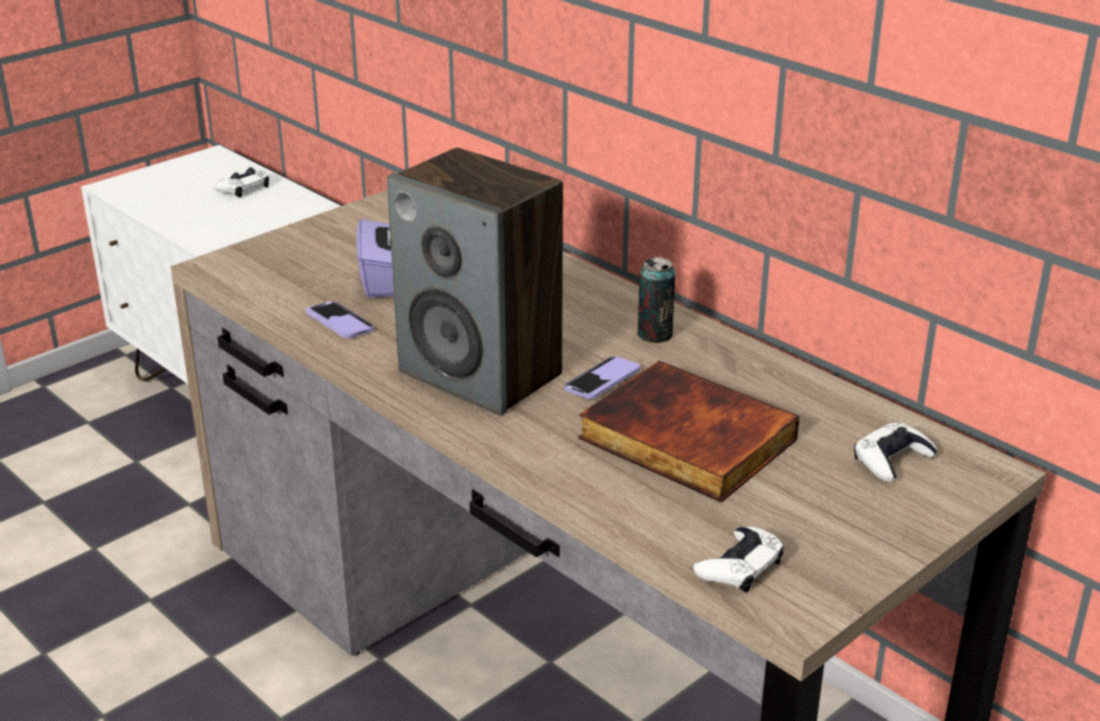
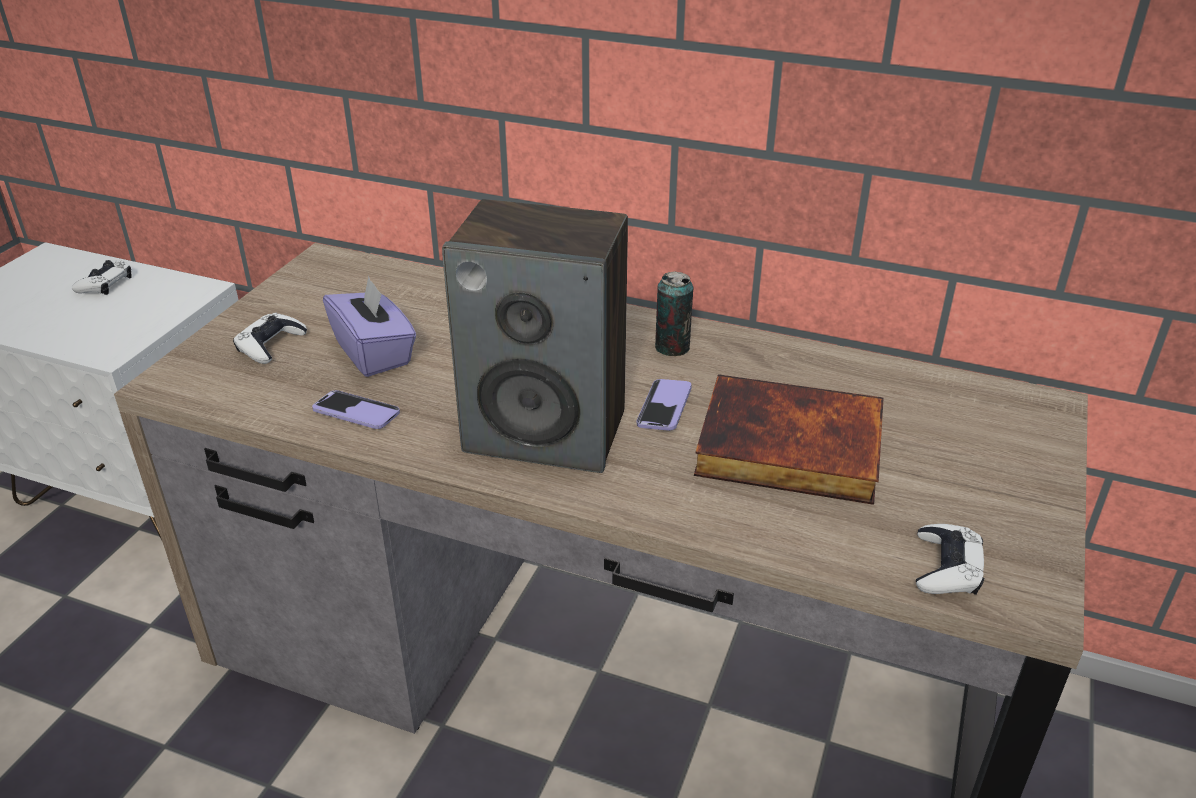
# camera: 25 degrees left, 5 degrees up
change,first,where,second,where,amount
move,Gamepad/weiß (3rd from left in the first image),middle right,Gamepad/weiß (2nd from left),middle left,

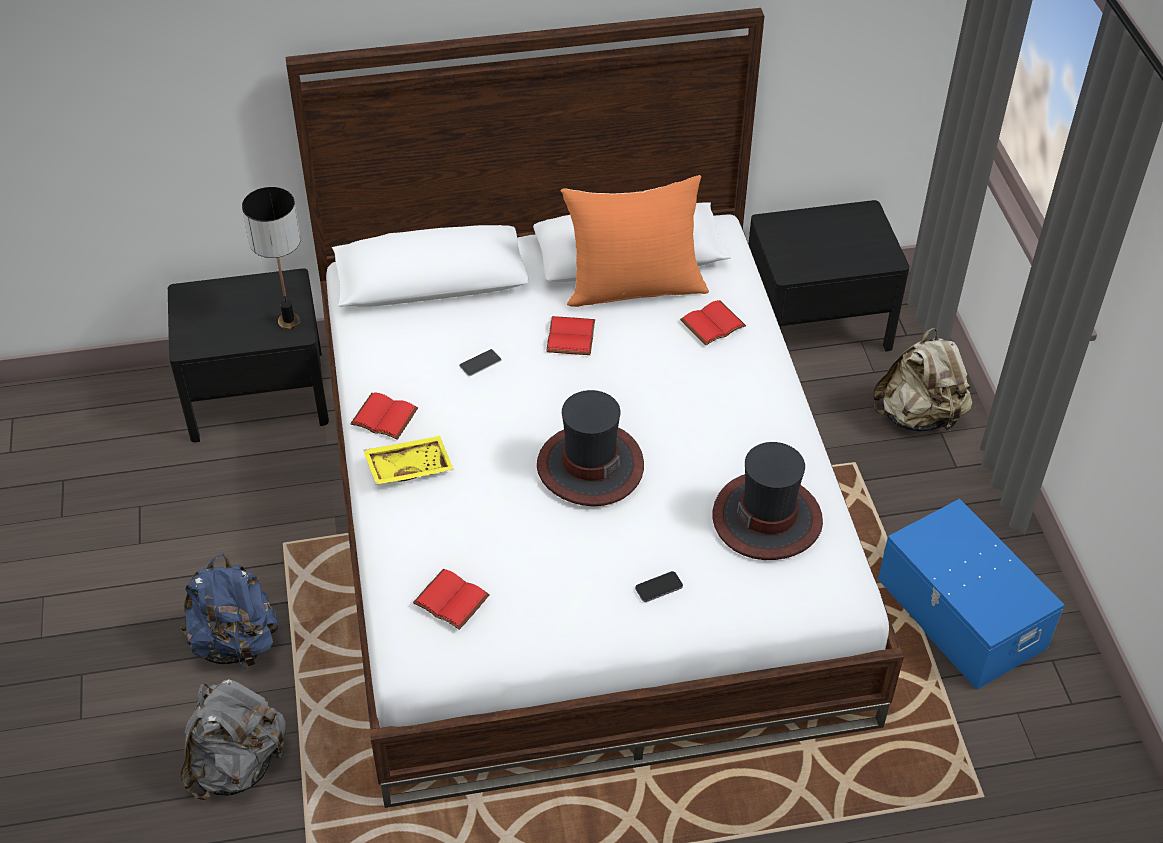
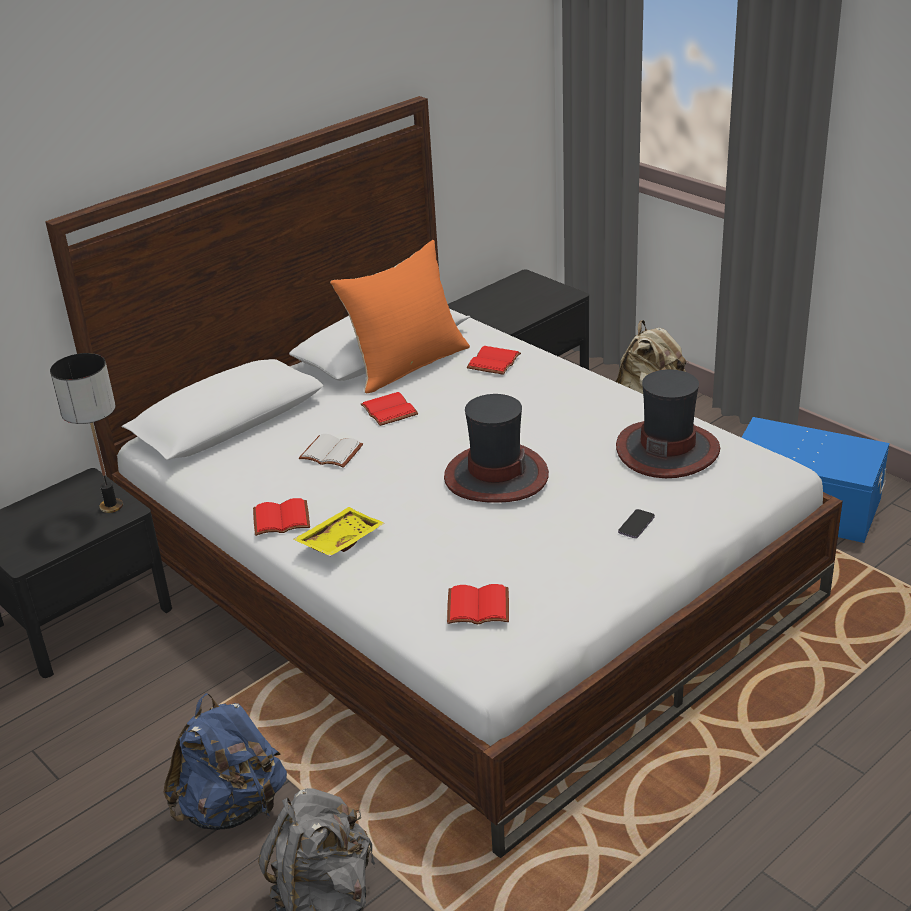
# camera: 30 degrees left, 15 degrees down
change,first,where,second,where,amount
replace,Handy (1st from left),centre,Buch/weiß,centre,

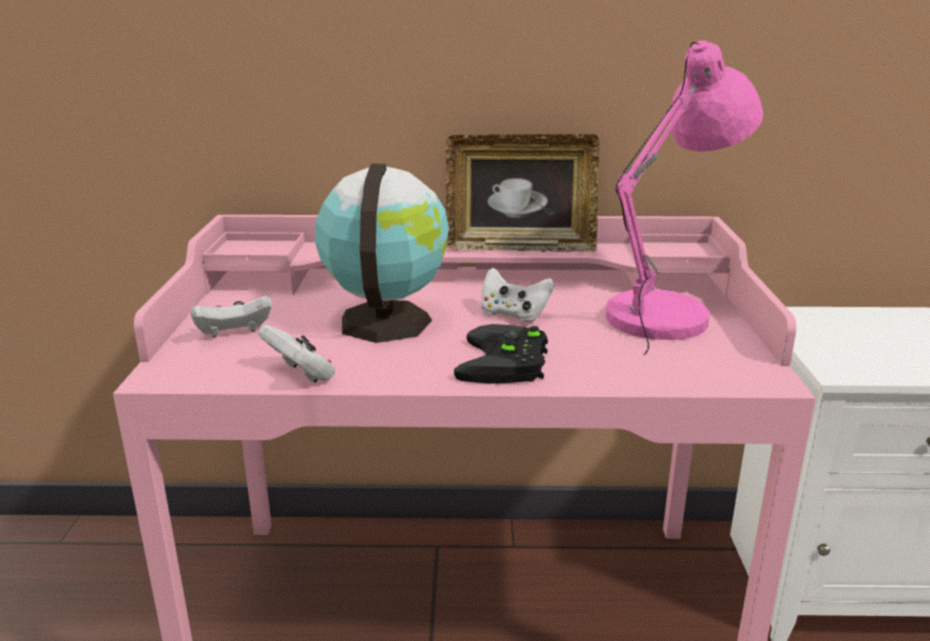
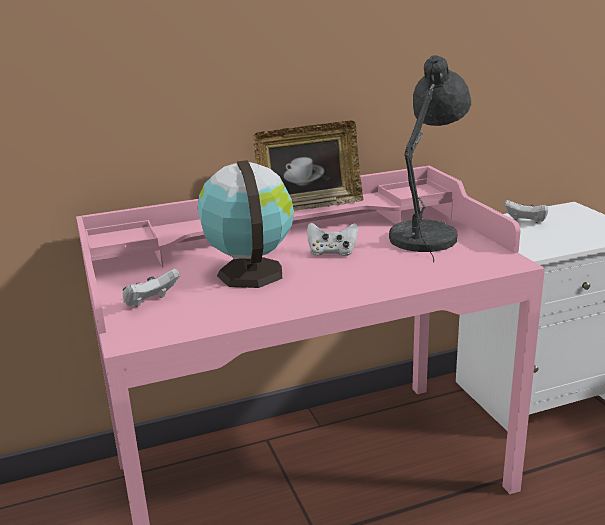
# camera: 20 degrees left, 0 degrees up
change,first,where,second,where,amount
recolor,Tischlampe/rosa,top right,Tischlampe/grau,top right,
delete,Gamepad/schwarz,centre,,,
move,Gamepad/weiß (2nd from left in the first image),middle left,Gamepad/weiß (3rd from left),middle right,

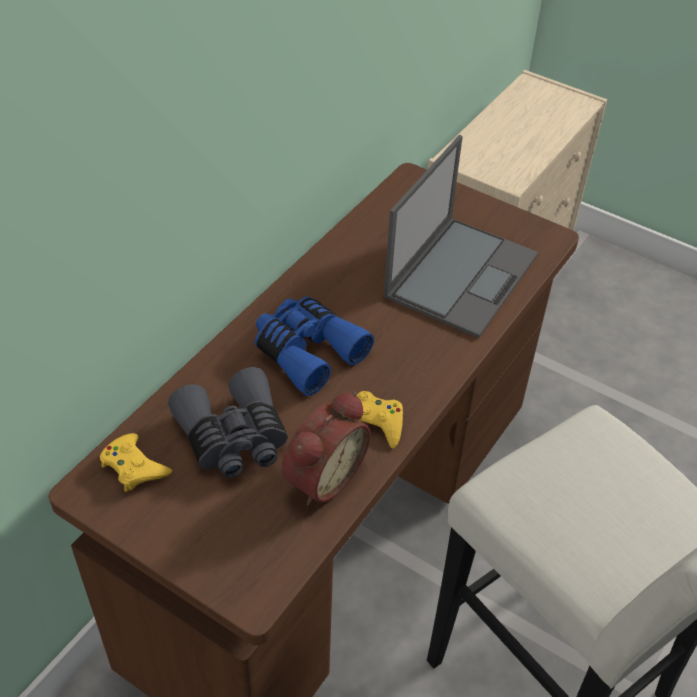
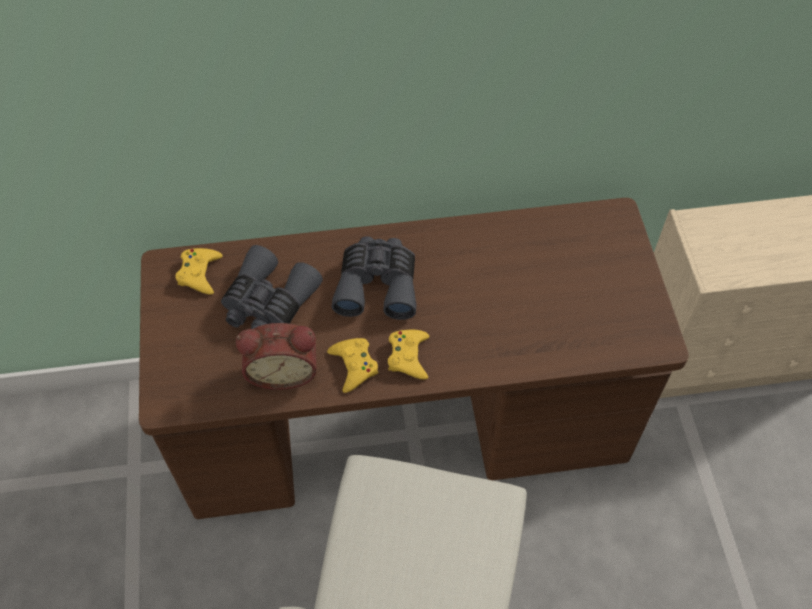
# camera: 50 degrees right, 10 degrees up
change,first,where,second,where,amount
delete,Laptop,centre,,,
recolor,Fernglas/blau,centre,Fernglas/grau (2nd from left),centre,
insert,,,Gamepad/gelb (3rd from left),centre,

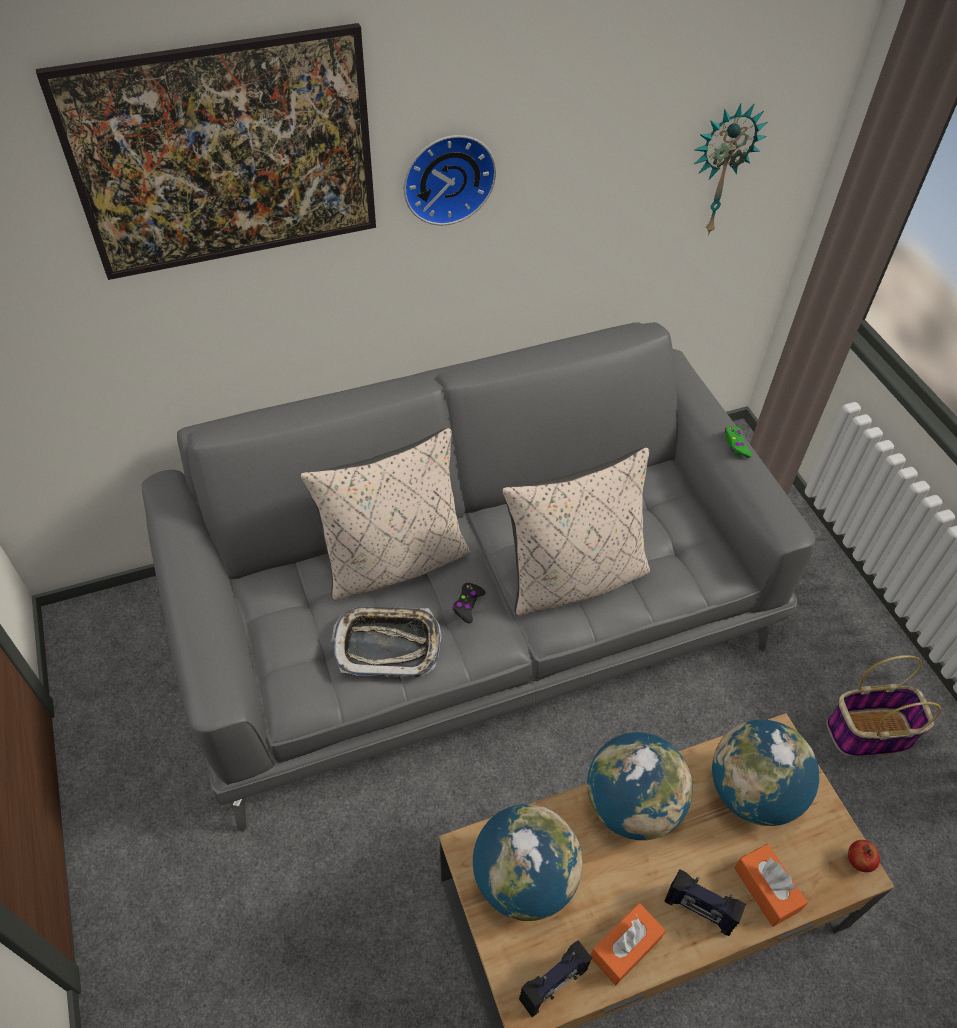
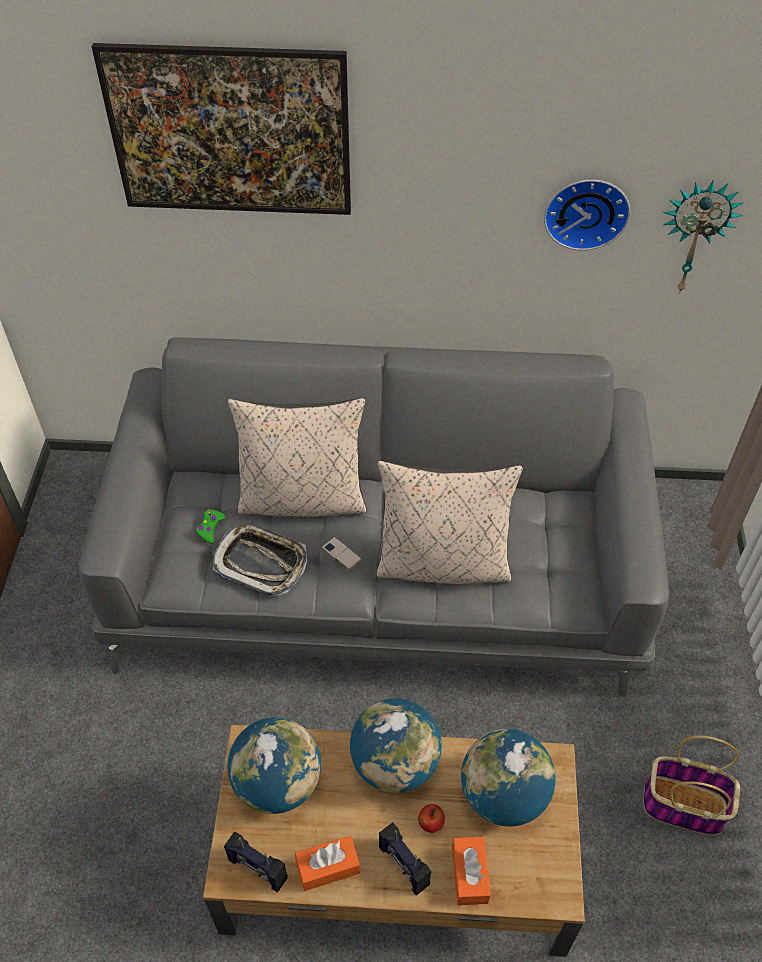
# camera: 25 degrees right, 0 degrees up
change,first,where,second,where,amount
move,Wanduhr (1st from left),top centre,,top right,
move,Gamepad/grün,middle right,,middle left,
replace,Gamepad/schwarz,centre,Handy,centre,
move,Apfel,bottom right,,bottom centre,
rotate,Radio (1st from left),bottom centre,,bottom centre,45 degrees clockwise

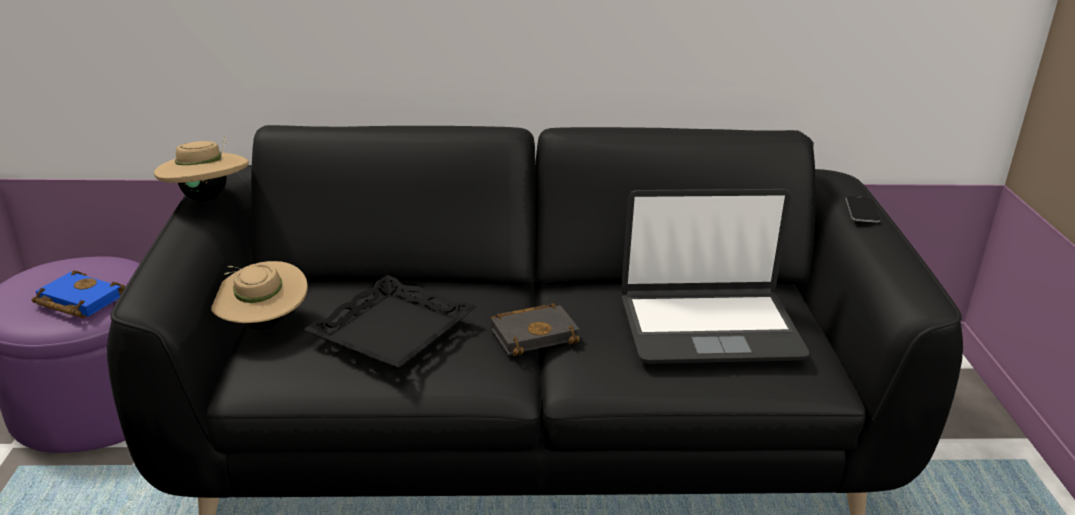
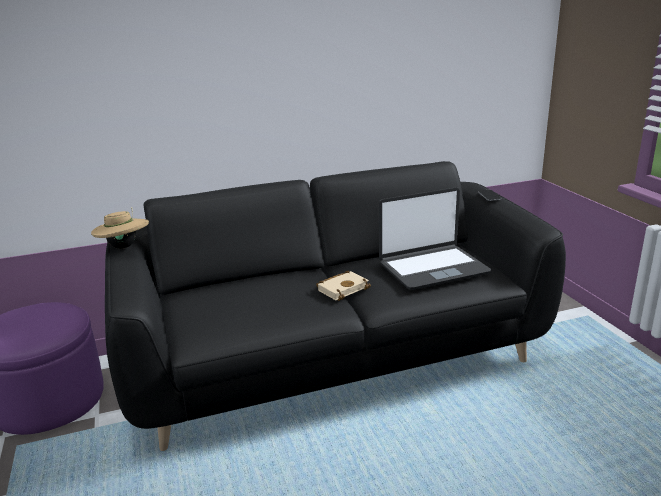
# camera: 15 degrees left, 5 degrees down
change,first,where,second,where,amount
delete,Hut/beige (2nd from left),middle left,,,
delete,Buch/blau,middle left,,,
delete,Tablett/schwarz,centre,,,
recolor,Buch/schwarz,centre,Buch/beige,centre,

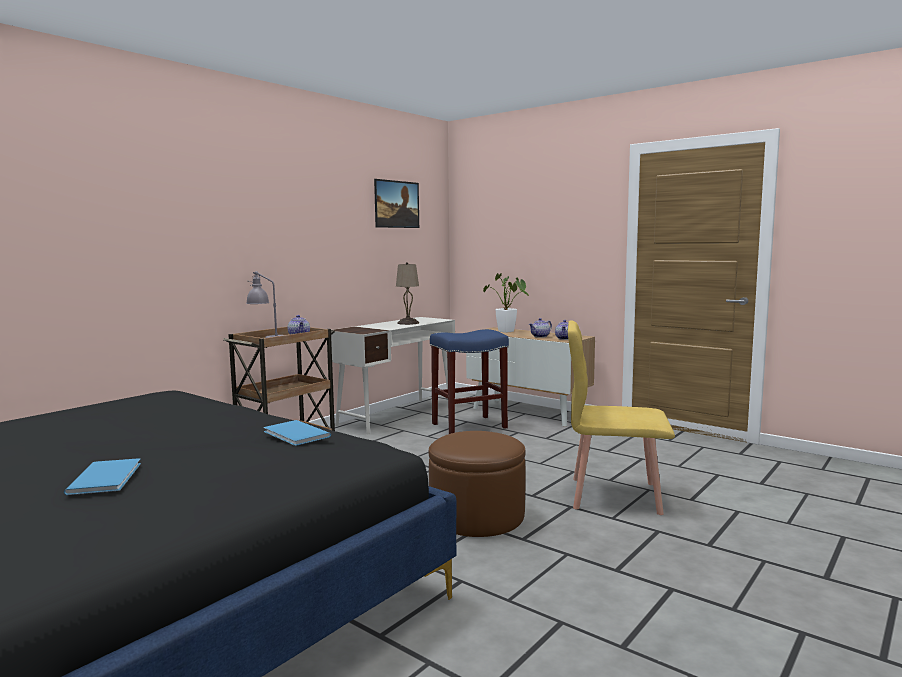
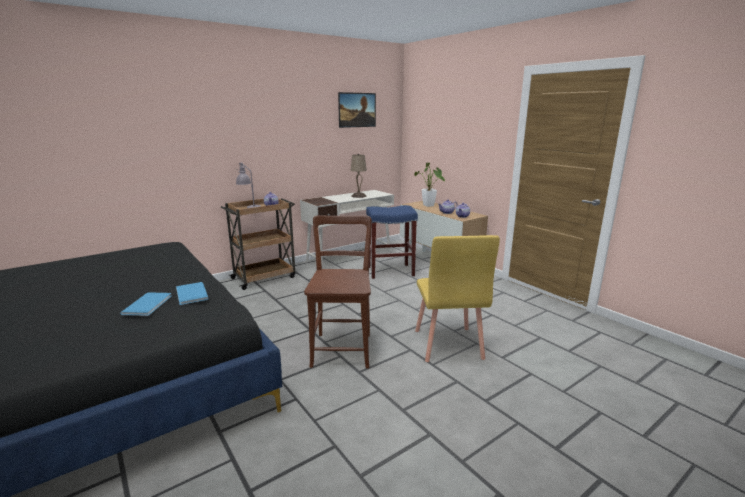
# camera: 15 degrees right, 10 degrees up
change,first,where,second,where,amount
rotate,Stuhl/gelb,middle right,,centre,120 degrees counterclockwise
replace,Polsterhocker/braun,bottom centre,Stuhl/braun,centre,
move,Buch/blau (1st from left),bottom left,,middle left,

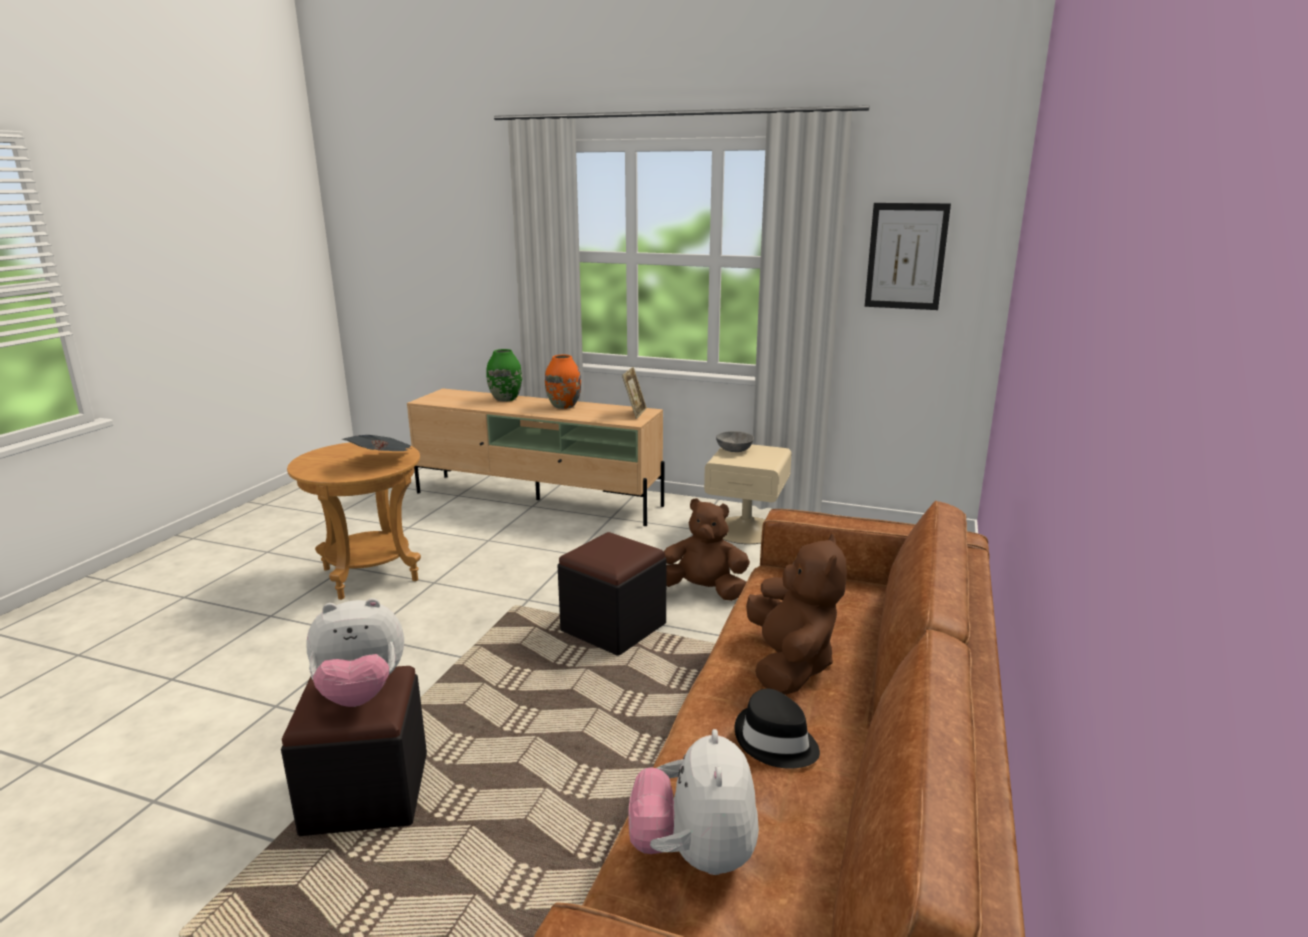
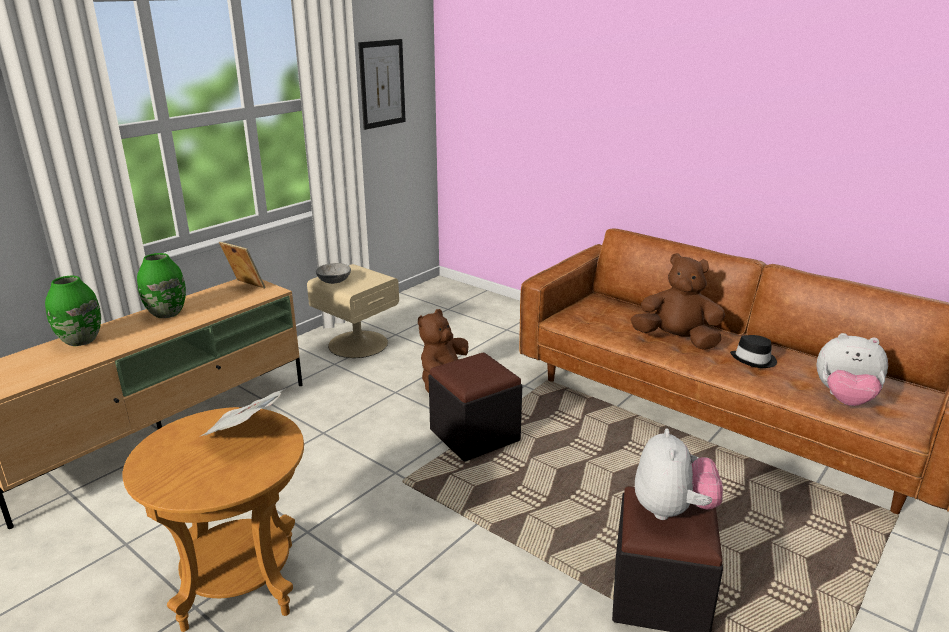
# camera: 70 degrees left, 5 degrees up
change,first,where,second,where,amount
recolor,Vase/orange,centre,Vase/grün (2nd from left),middle left,

